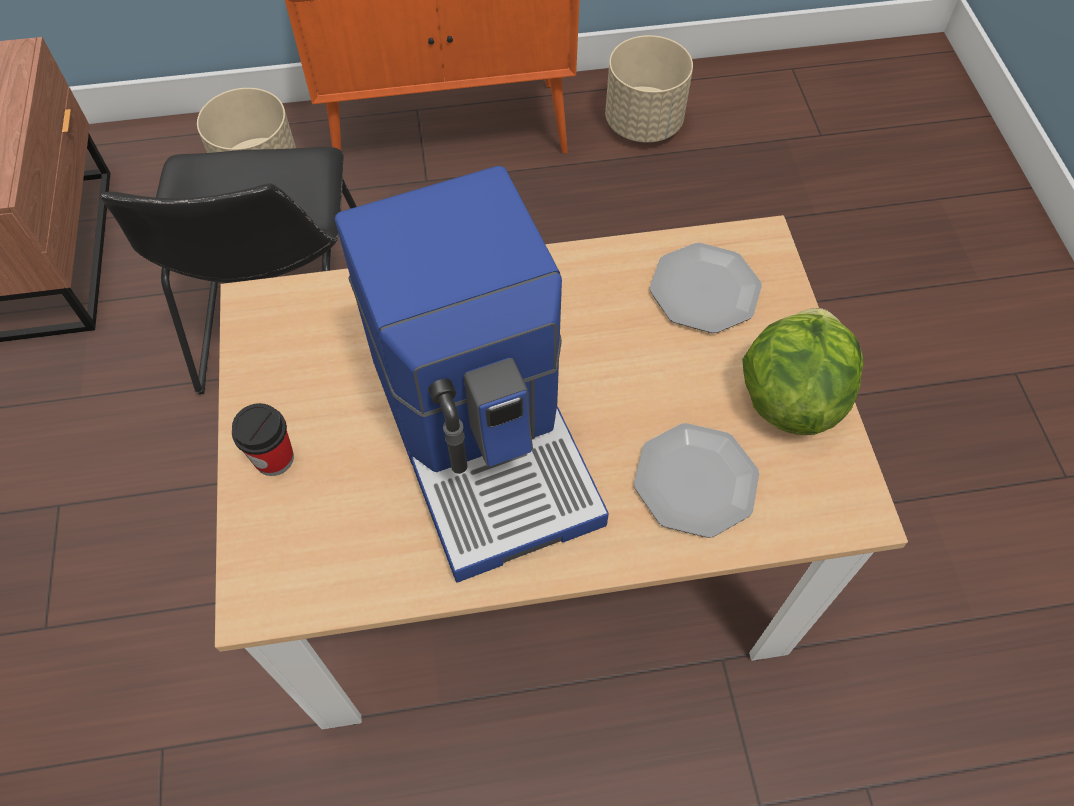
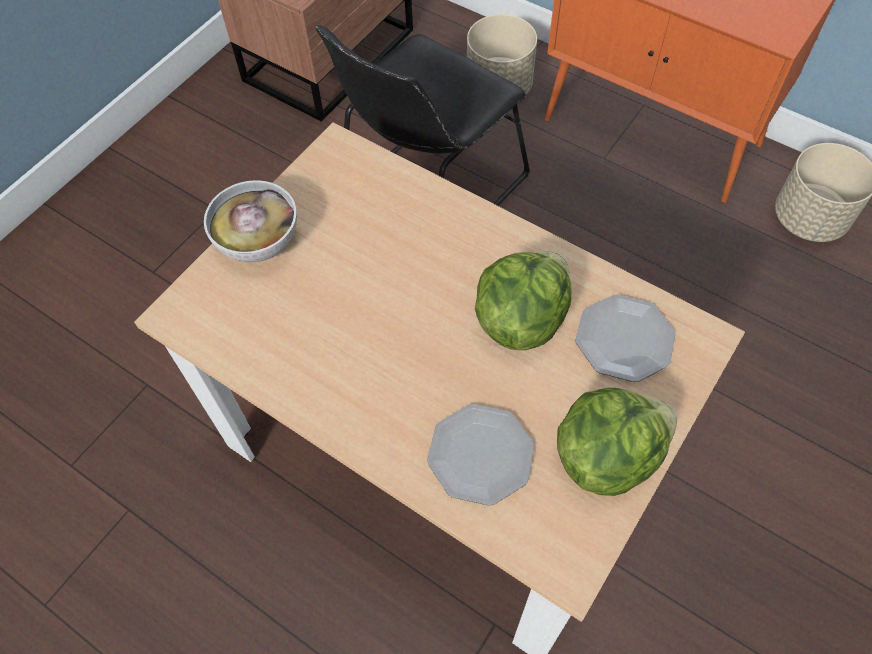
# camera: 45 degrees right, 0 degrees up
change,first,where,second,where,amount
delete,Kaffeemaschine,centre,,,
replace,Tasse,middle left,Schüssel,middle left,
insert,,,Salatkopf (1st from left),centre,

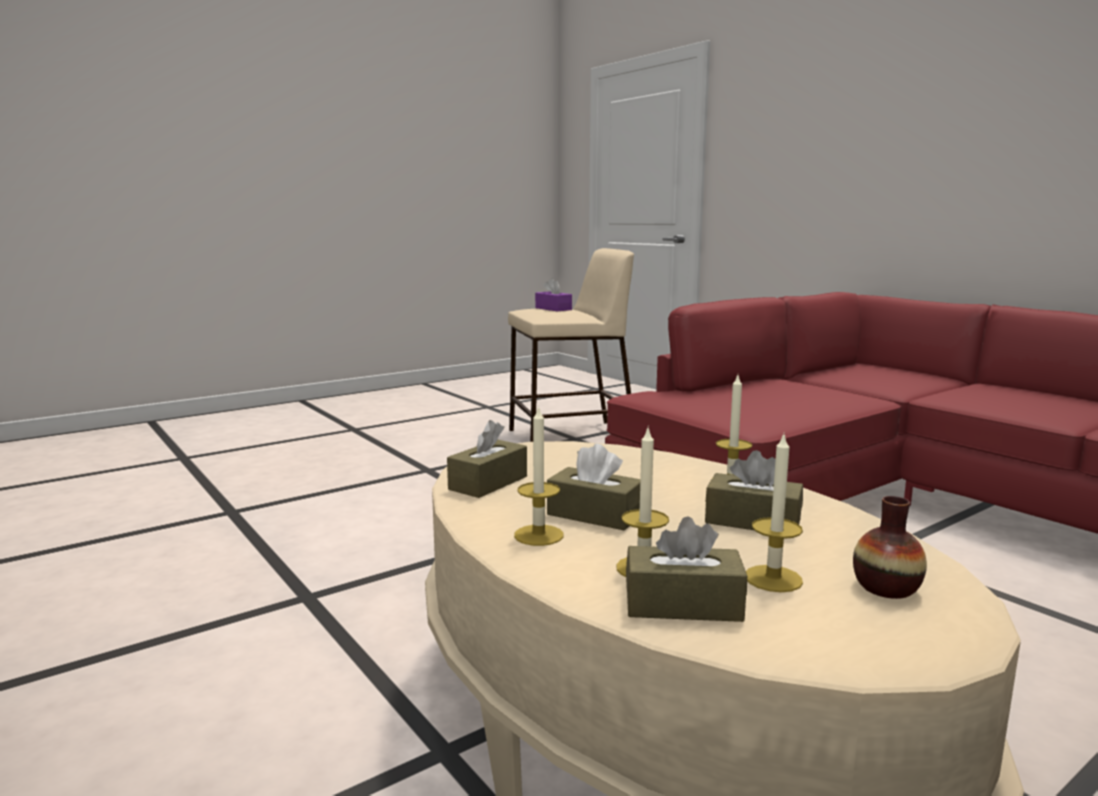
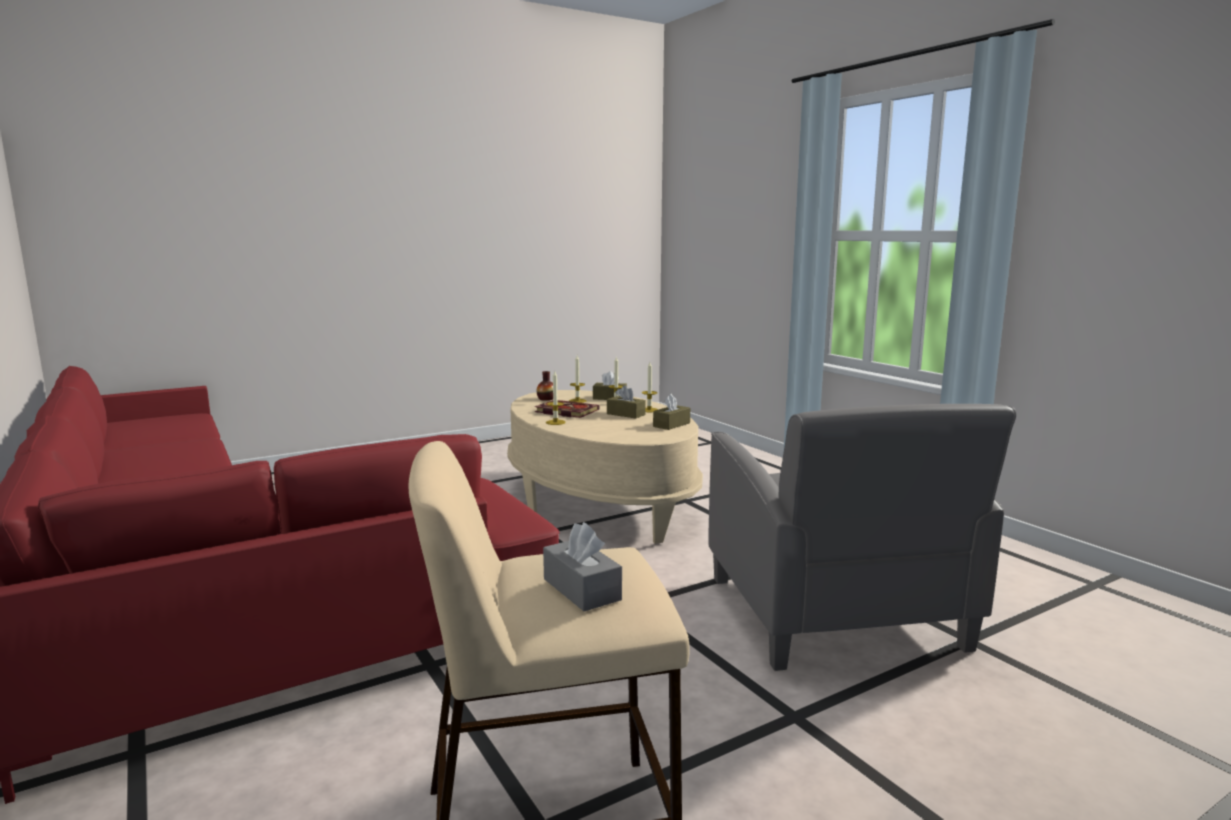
# camera: 175 degrees left, 0 degrees up
change,first,where,second,where,amount
recolor,Taschentuchbox/lila,centre,Taschentuchbox/grau,bottom centre,
replace,Taschentuchbox/braun (4th from left),middle right,Buch,centre,
insert,,,Sessel/grau,middle right,

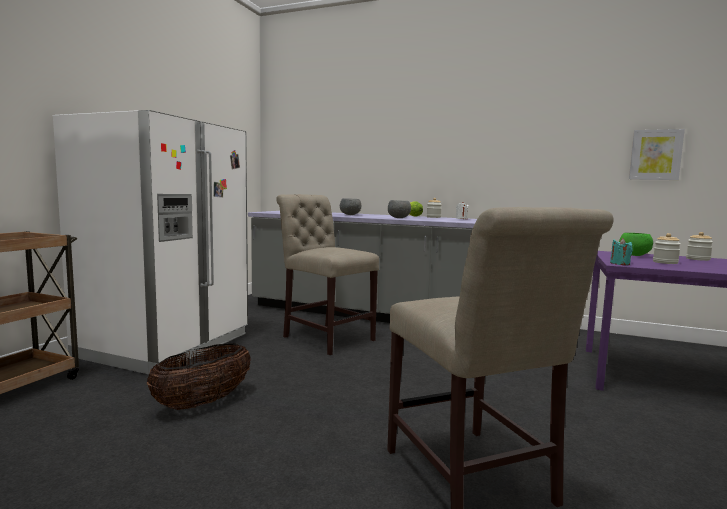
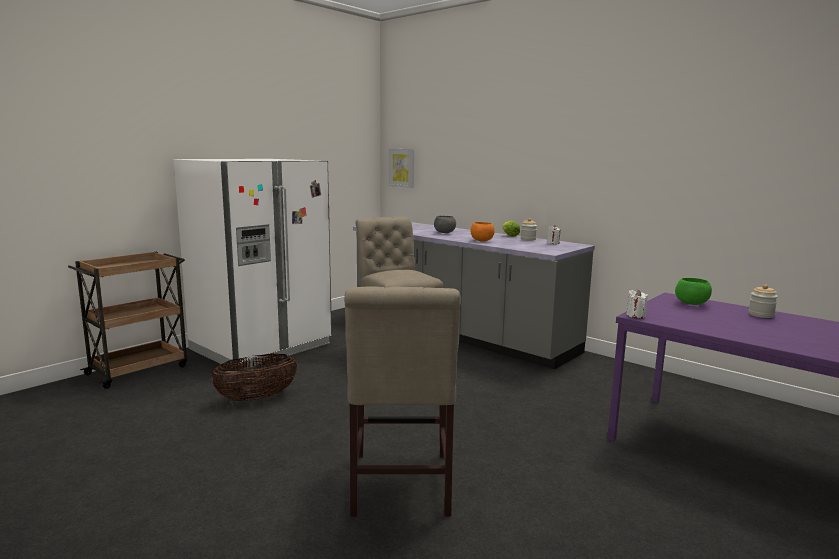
# camera: 20 degrees right, 5 degrees up
change,first,where,second,where,amount
move,Bild,top right,,top centre,
recolor,Schüssel/grau (2nd from left),centre,Schüssel/orange,centre,
delete,Vorratsglas (2nd from left),middle right,,,
recolor,Kerze/türkis,middle right,Kerze/weiß (2nd from left),middle right,

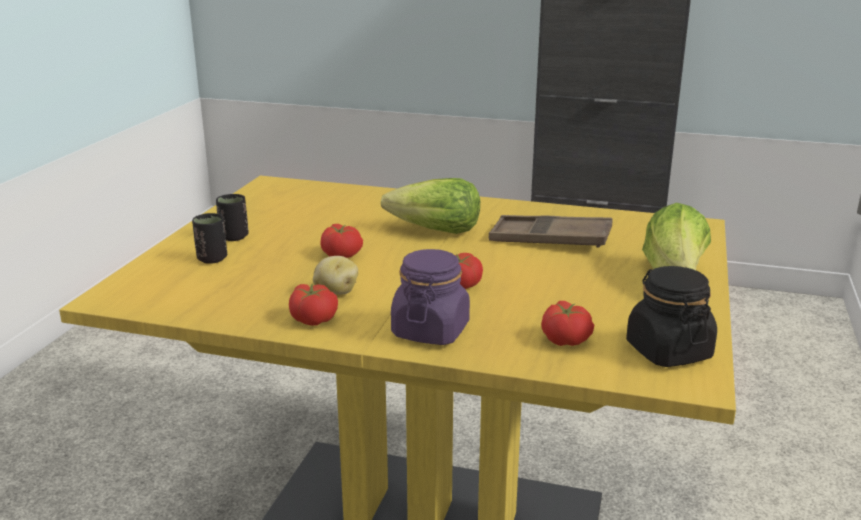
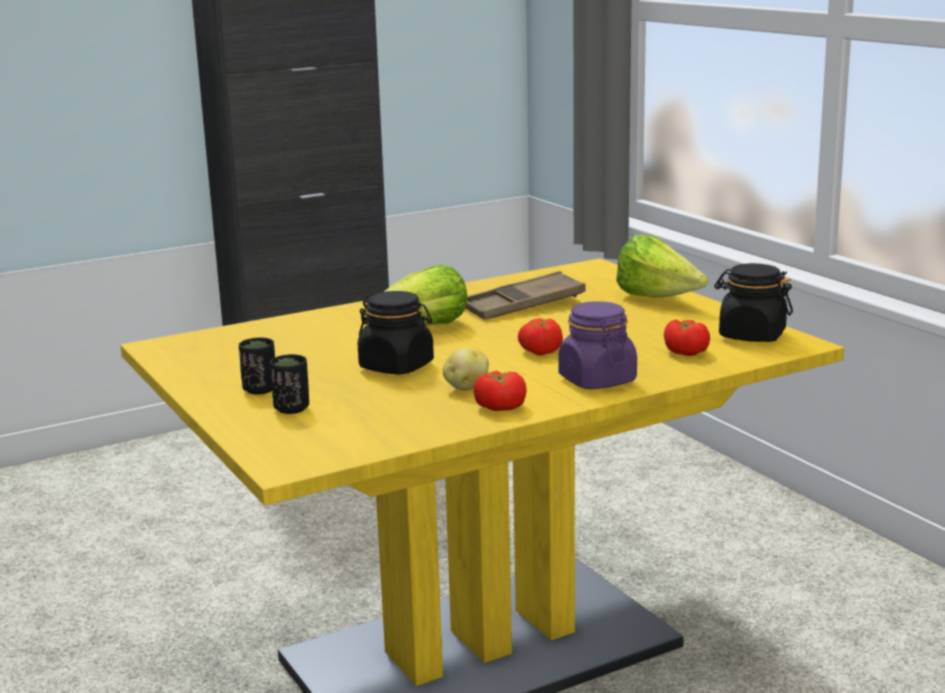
# camera: 45 degrees left, 5 degrees down
change,first,where,second,where,amount
replace,Tomate (2nd from left),centre,Vorratsglas/schwarz (1st from left),centre,

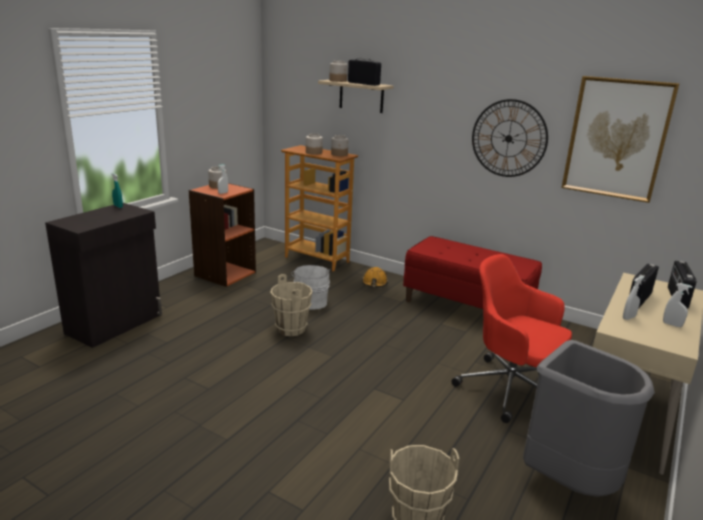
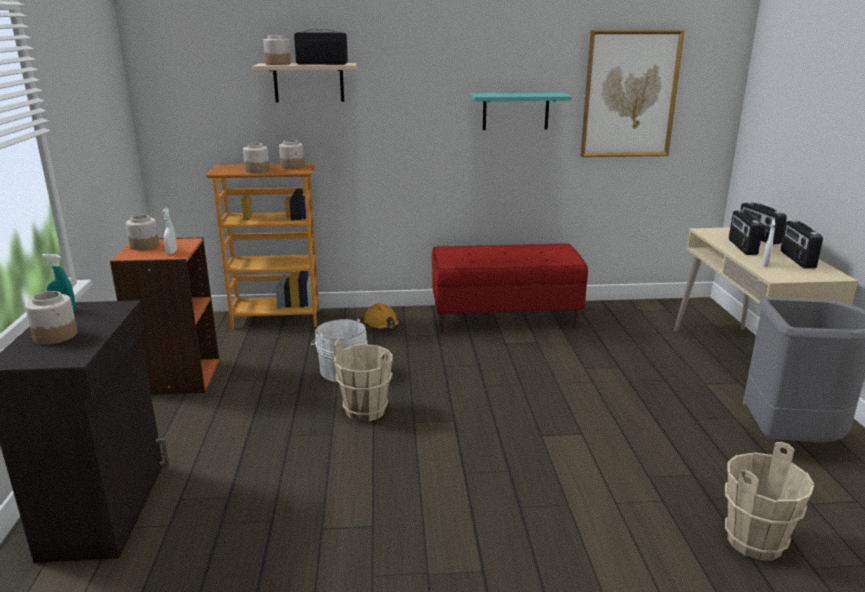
# camera: 35 degrees left, 0 degrees up
change,first,where,second,where,amount
replace,Wanduhr,top right,Wandregal/türkis,top centre,
delete,Bürostuhl/rot,middle right,,,
replace,Sprühflasche/weiß (3rd from left),middle right,Radio (4th from left),middle right,
insert,,,Vorratsglas (1st from left),middle left,

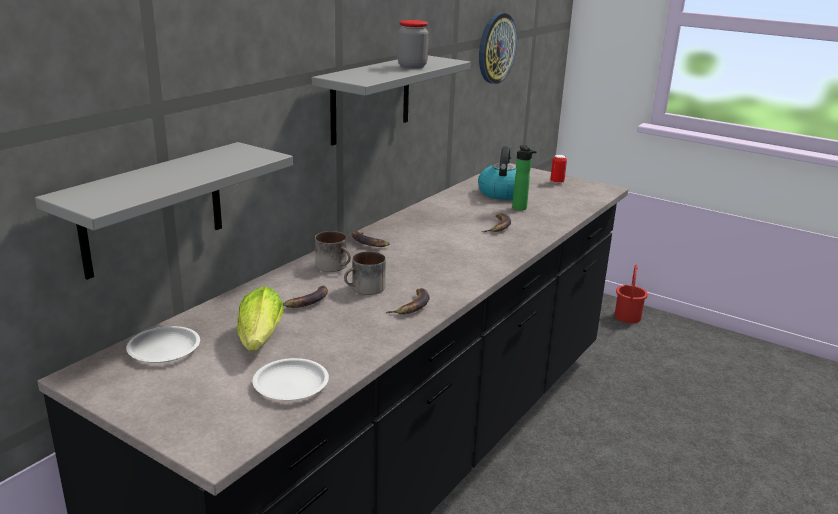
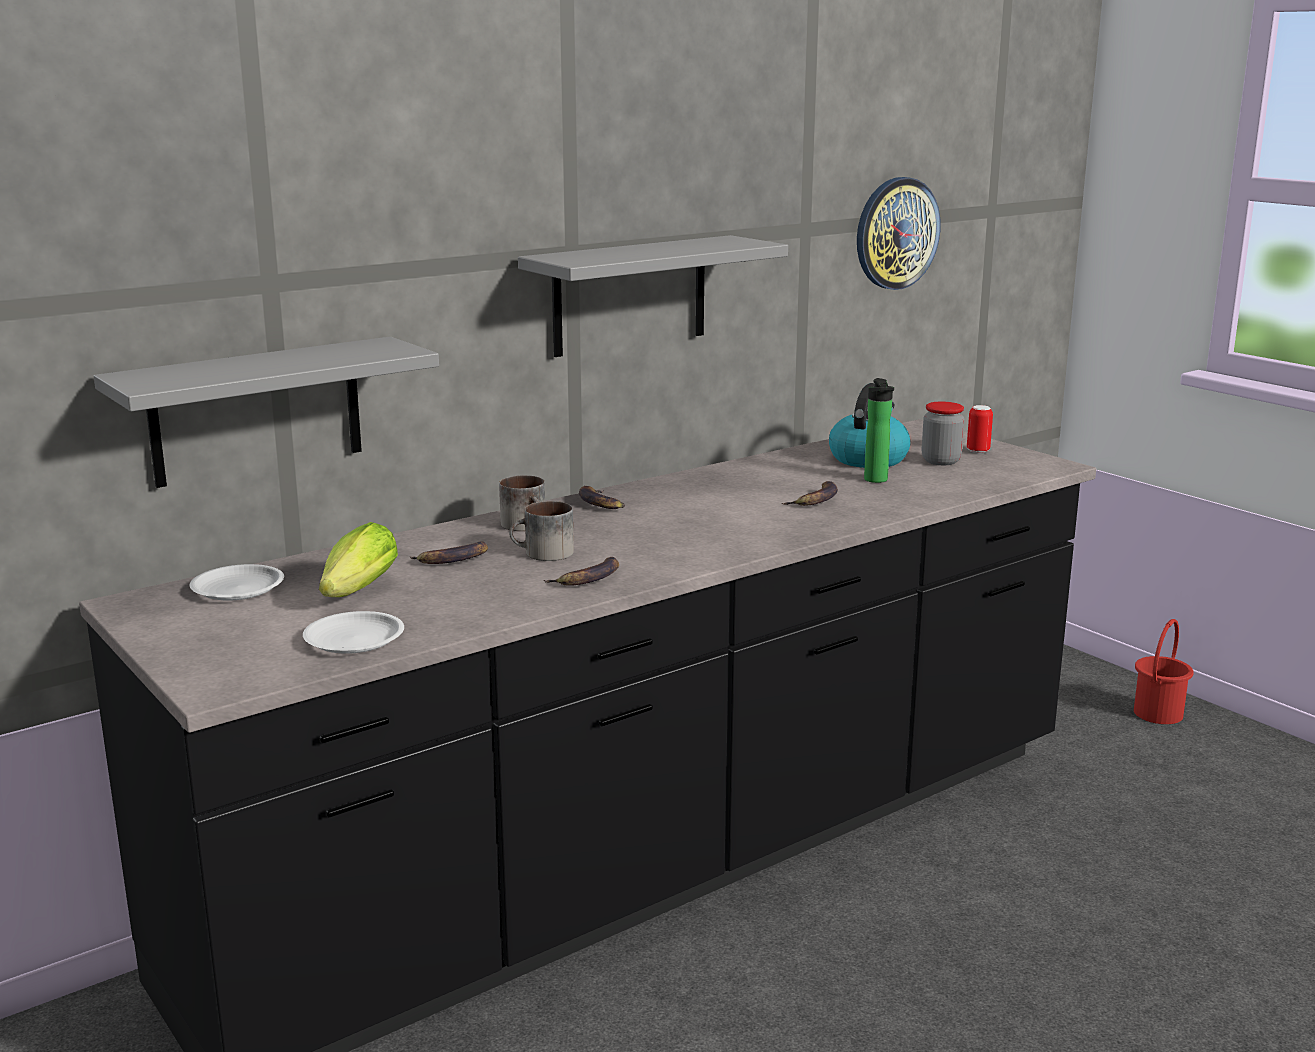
# camera: 20 degrees right, 5 degrees down
change,first,where,second,where,amount
move,Vorratsglas,top centre,,middle right,

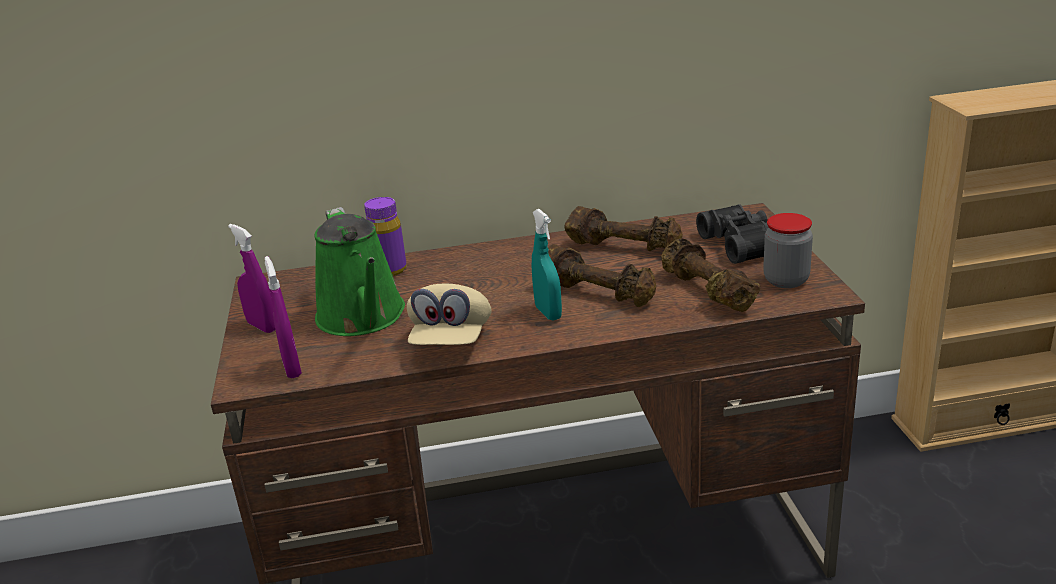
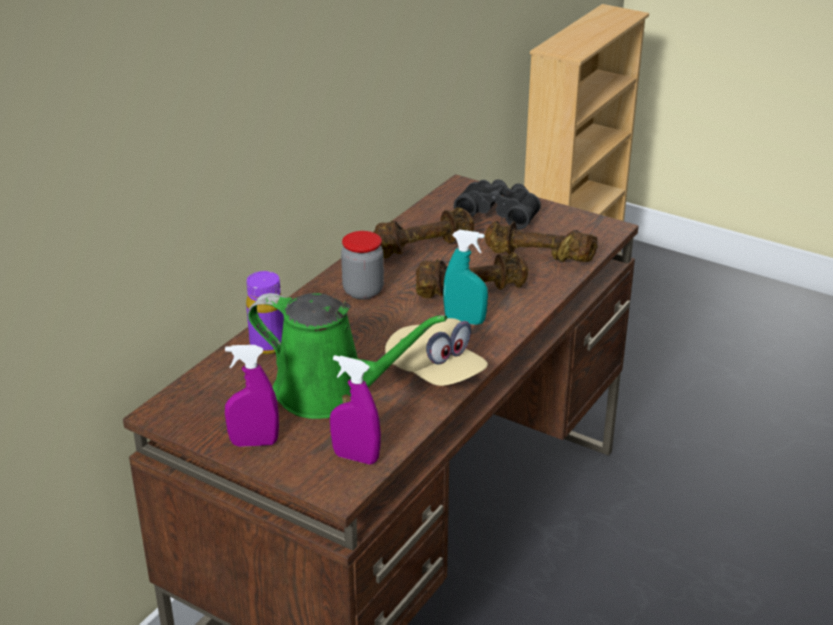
# camera: 50 degrees left, 5 degrees up
change,first,where,second,where,amount
move,Vorratsglas,middle right,,centre,

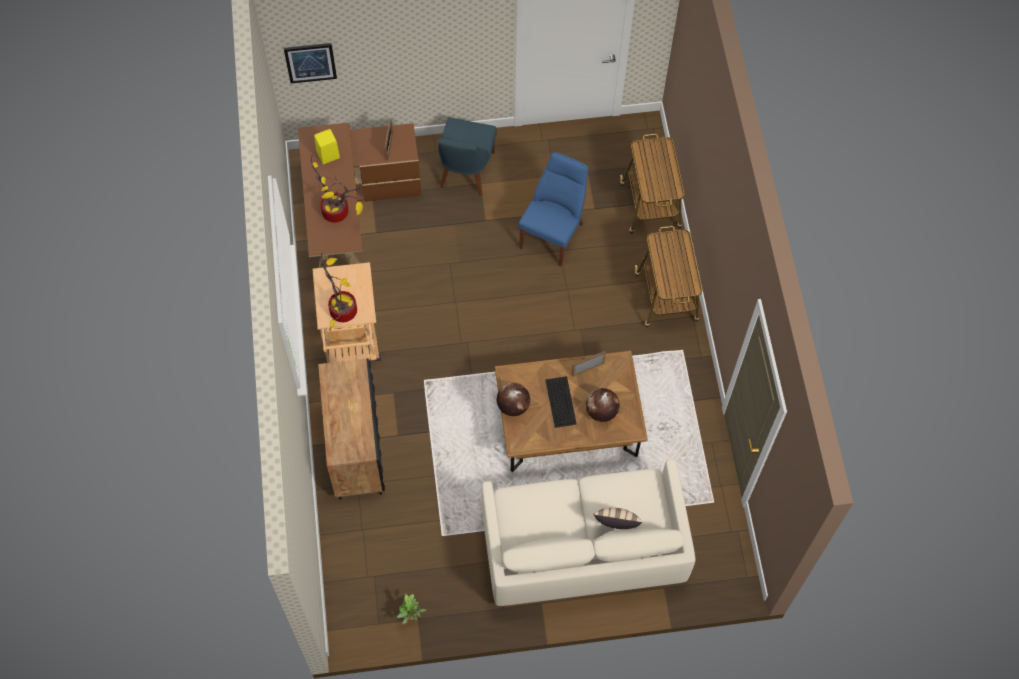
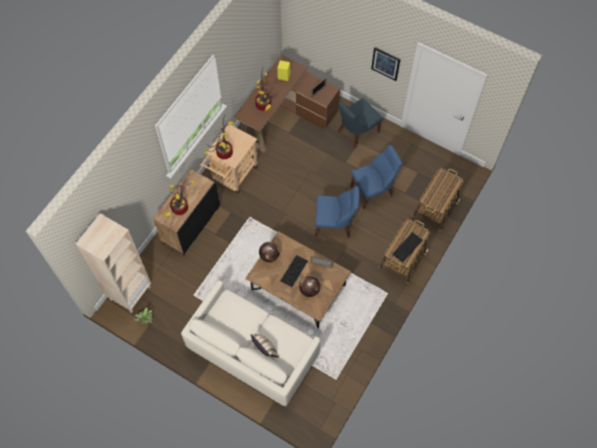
# camera: 40 degrees right, 0 degrees up
change,first,where,second,where,amount
move,Bild,top left,,top centre,
insert,,,Topfpflanze (2nd from left),middle left,
insert,,,Stuhl/blau (1st from left),centre,
insert,,,Bücherregal/beige,middle left,
insert,,,Tastatur (2nd from left),middle right,

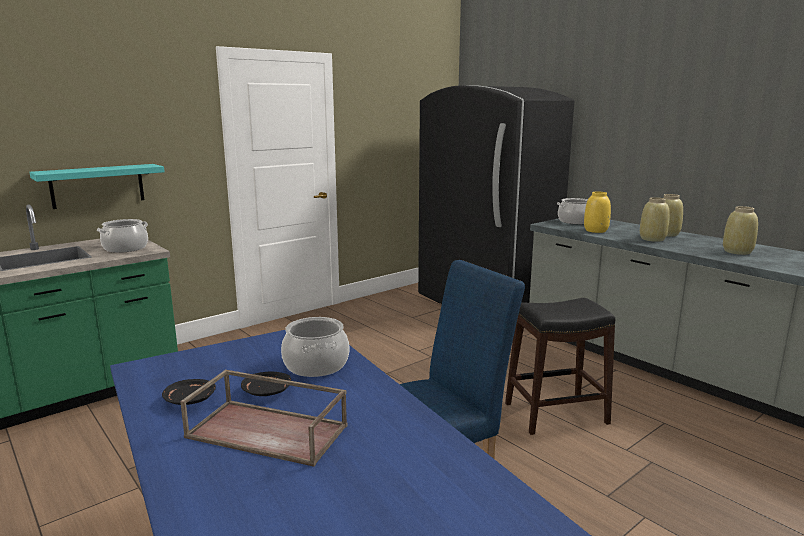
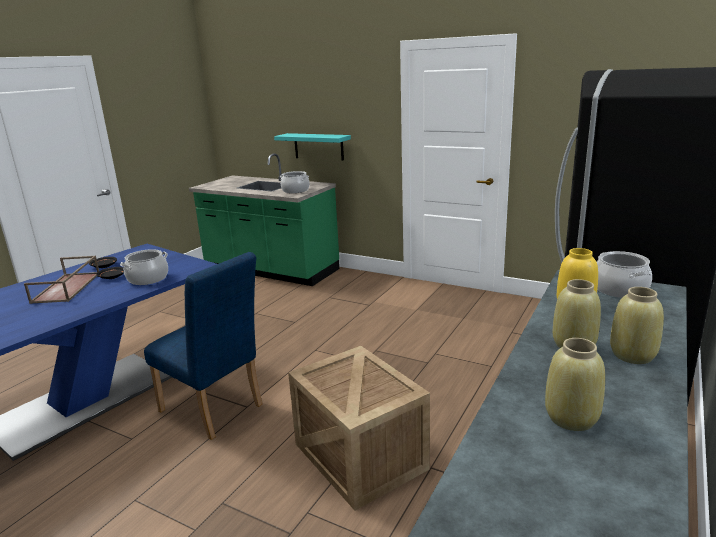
# camera: 70 degrees right, 5 degrees up
change,first,where,second,where,amount
replace,Hocker/schwarz,bottom right,Kiste,bottom centre,

